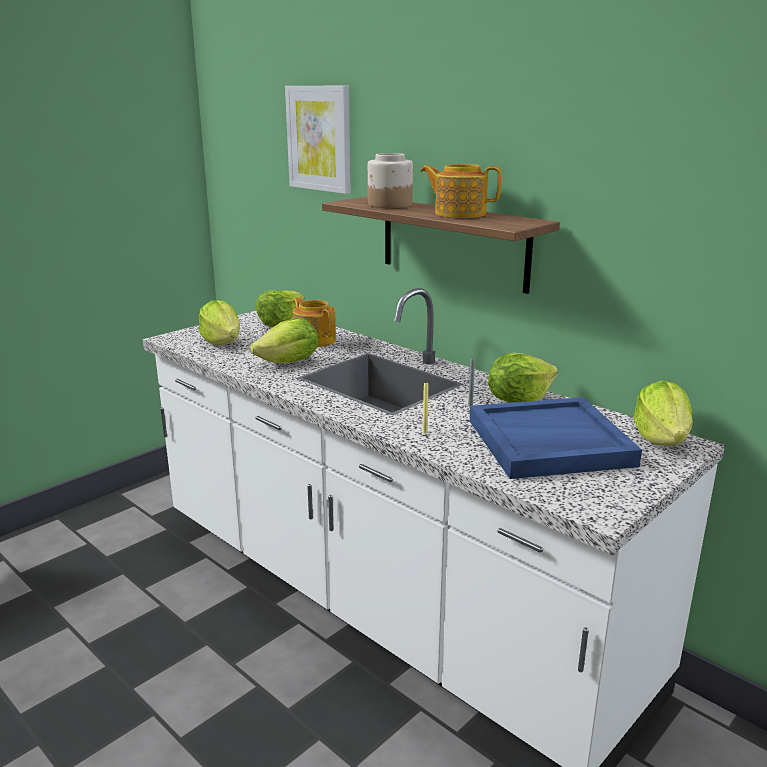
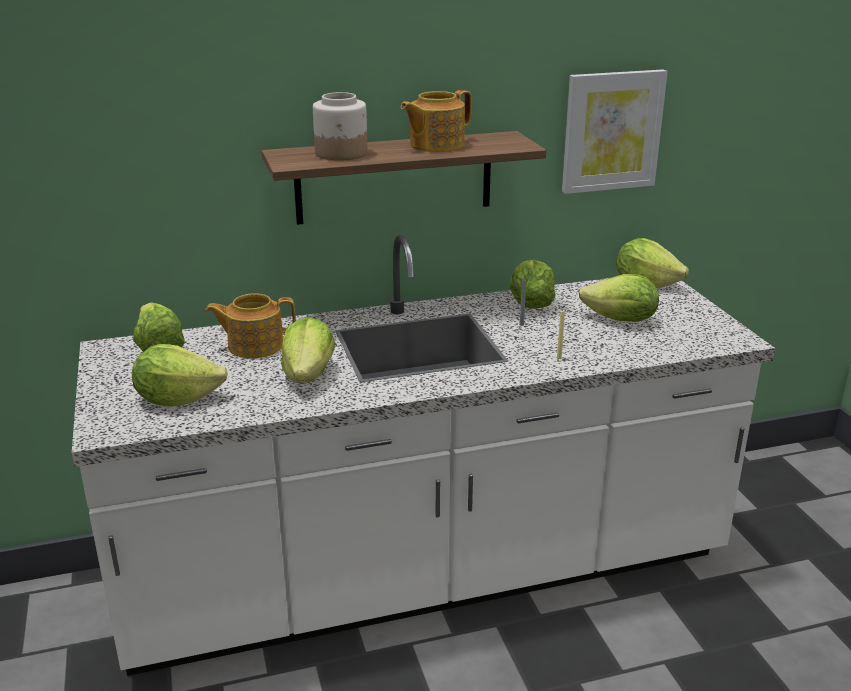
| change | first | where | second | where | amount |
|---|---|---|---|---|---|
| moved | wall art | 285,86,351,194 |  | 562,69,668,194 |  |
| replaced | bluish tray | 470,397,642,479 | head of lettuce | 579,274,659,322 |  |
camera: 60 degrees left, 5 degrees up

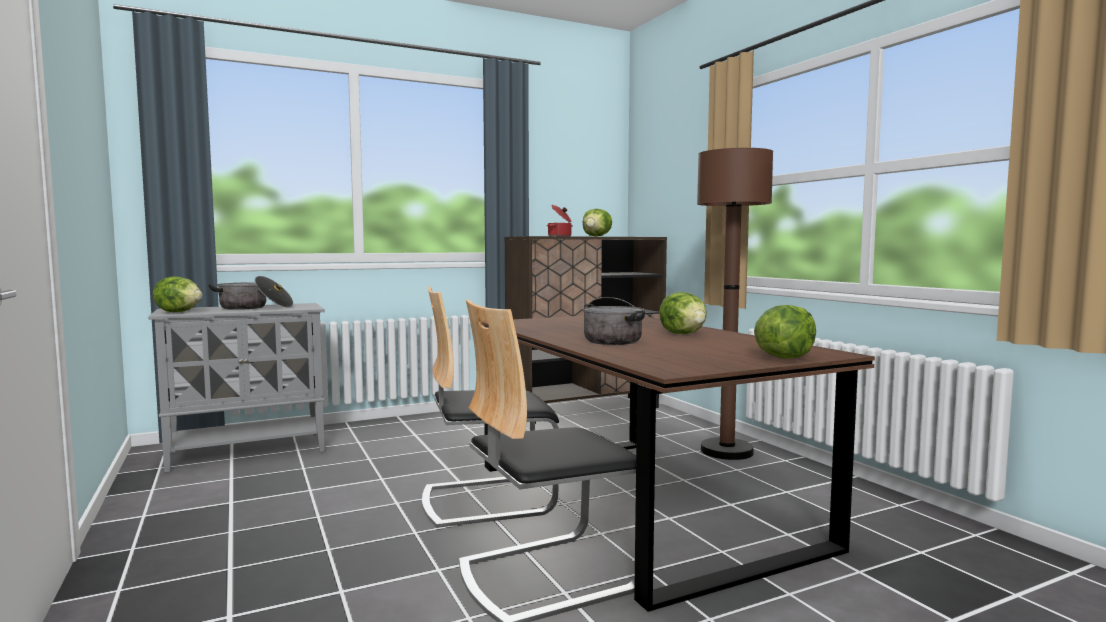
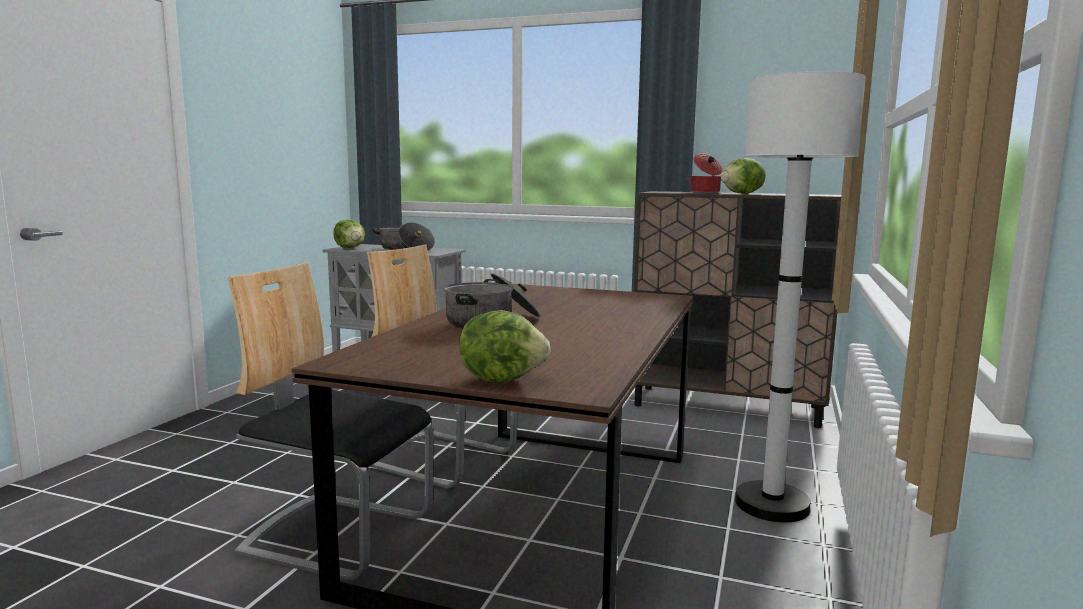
| change | first | where | second | where | amount |
|---|---|---|---|---|---|
| recoloured | brown-coloured floor lamp | 697,148,773,460 | white floor lamp | 735,71,866,522 |  |
| removed | head of lettuce | 659,292,707,334 |  |  |  |
camera: 45 degrees right, 5 degrees up

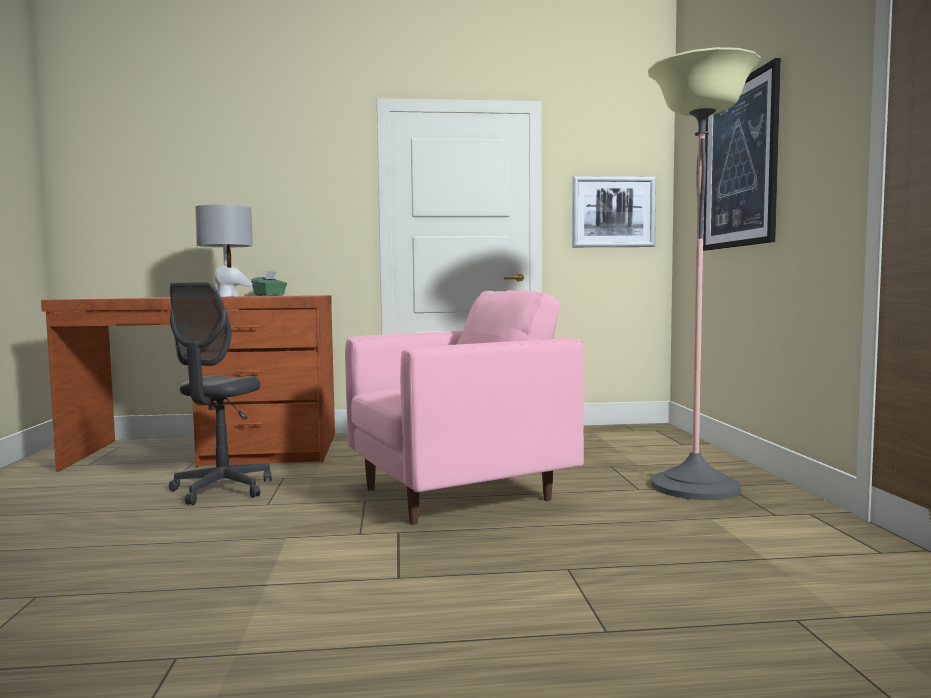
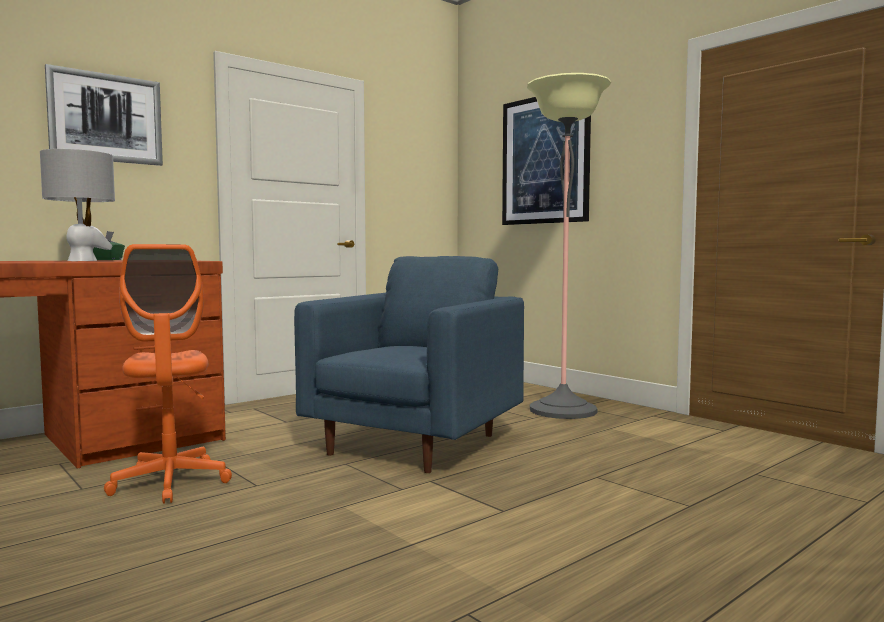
| change | first | where | second | where | amount |
|---|---|---|---|---|---|
| moved | wall art | 572,176,656,247 |  | 45,64,163,166 |  |
| recoloured | greyish office chair | 169,282,272,505 | orange office chair | 104,244,232,504 |  |
| recoloured | pink easy chair | 345,290,584,525 | bluish easy chair | 294,256,524,473 |  |
camera: 35 degrees left, 0 degrees up

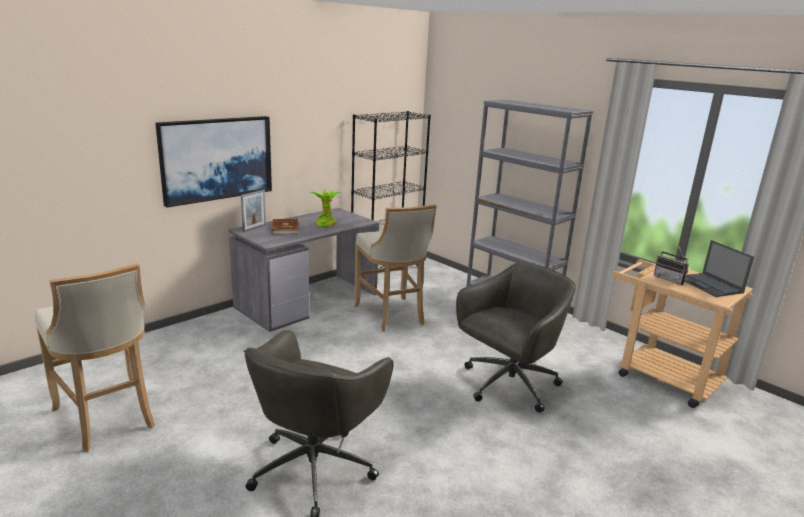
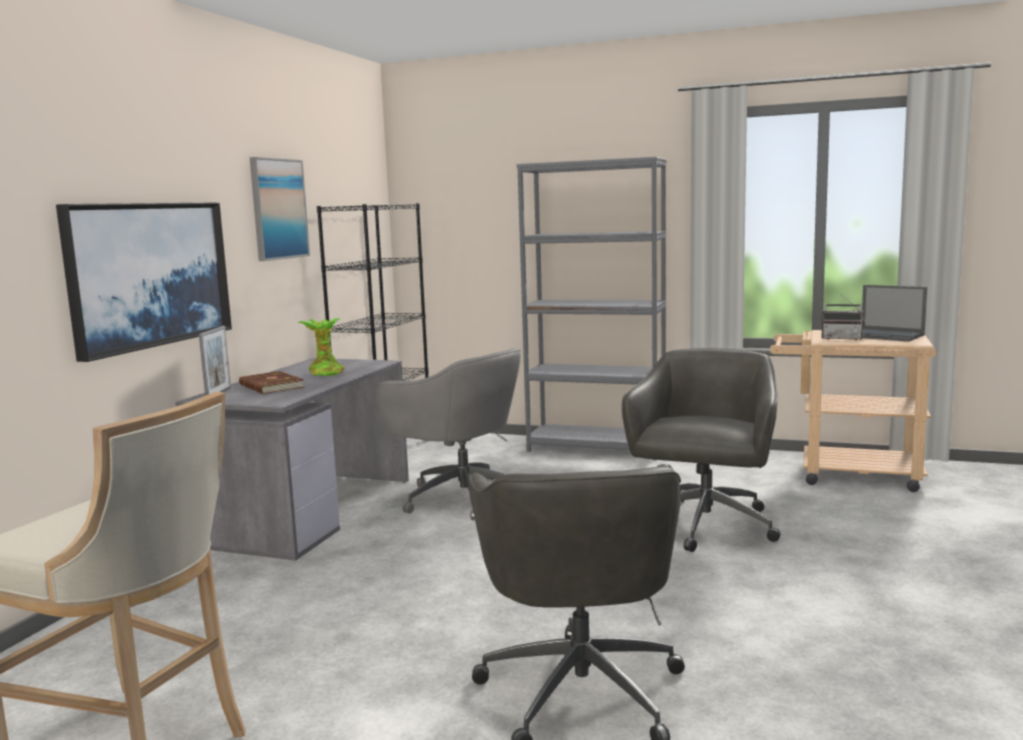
| change | first | where | second | where | amount |
|---|---|---|---|---|---|
| replaced | beige-coloured stool seat | 353,204,437,332 | greyish office chair | 376,348,521,520 |  |
| added |  |  | wall art | 250,157,310,261 |  |
camera: 25 degrees left, 10 degrees down

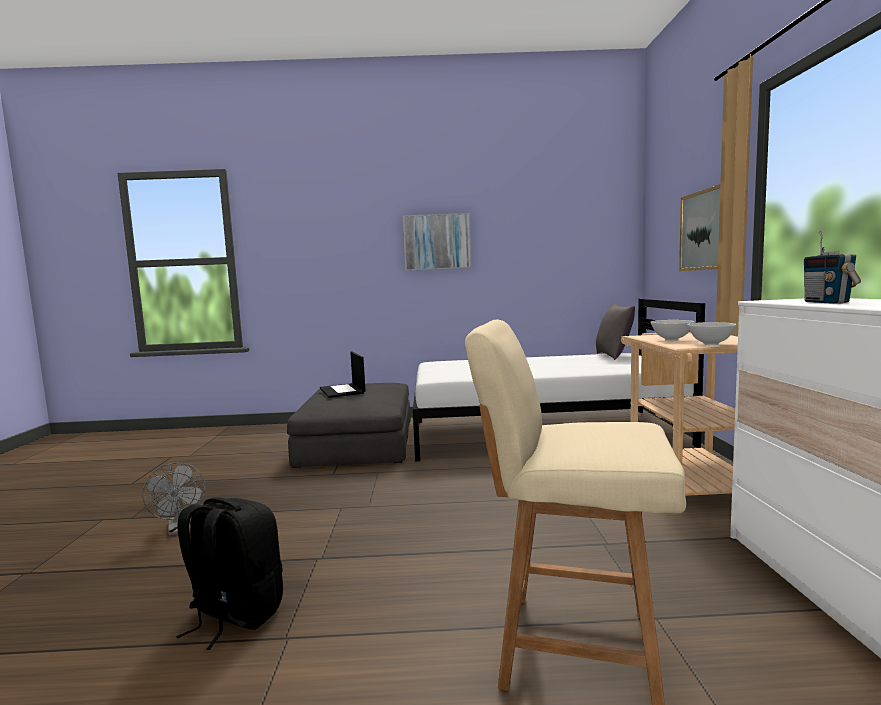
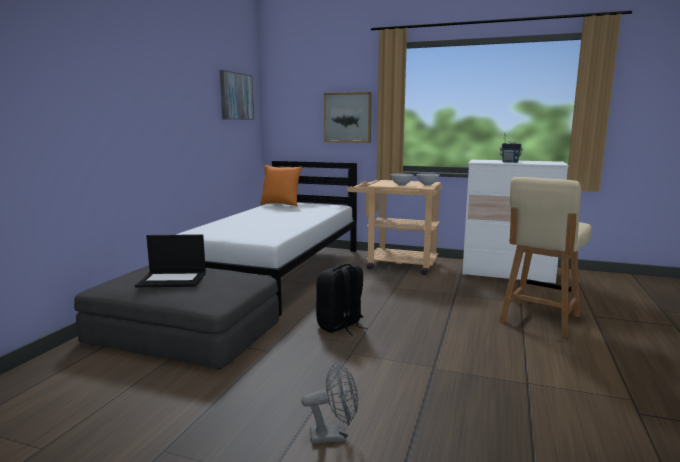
| change | first | where | second | where | amount |
|---|---|---|---|---|---|
| moved | wall art | 403,213,472,271 |  | 220,70,254,120 |  |
| recoloured | greyish throw pillow | 596,303,635,360 | orange throw pillow | 260,165,302,206 |  |
| moved | blackish rucksack | 176,497,283,650 |  | 316,264,368,336 |  |
camera: 70 degrees left, 5 degrees up

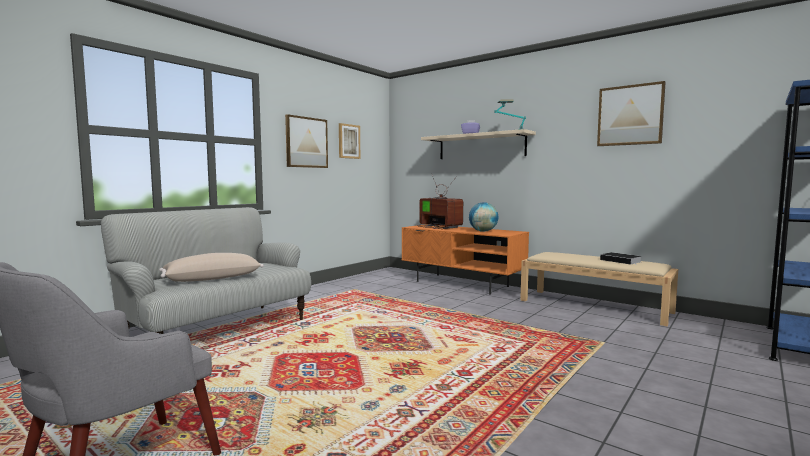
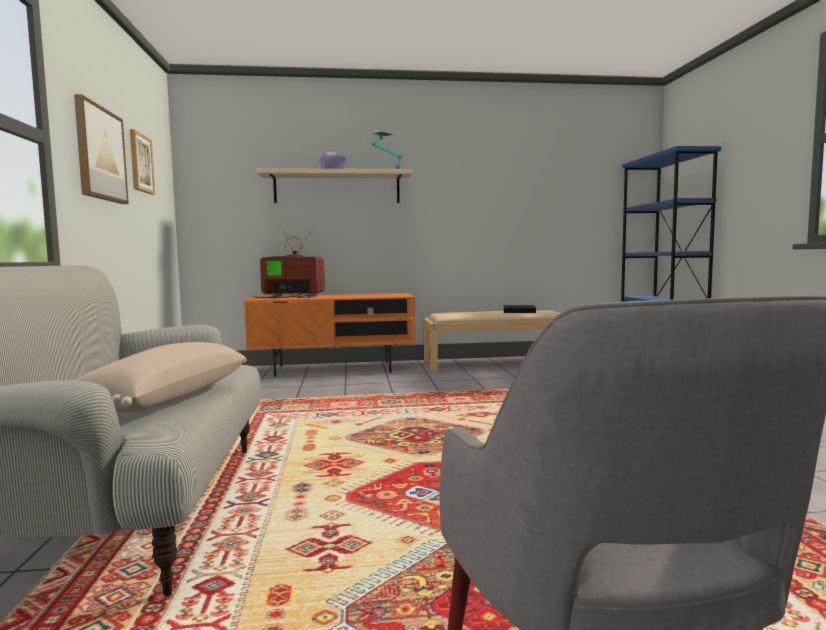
| change | first | where | second | where | amount |
|---|---|---|---|---|---|
| removed | wall art | 597,81,666,146 |  |  |  |
| removed | desk globe | 469,202,498,232 |  |  |  |
camera: 45 degrees left, 0 degrees up

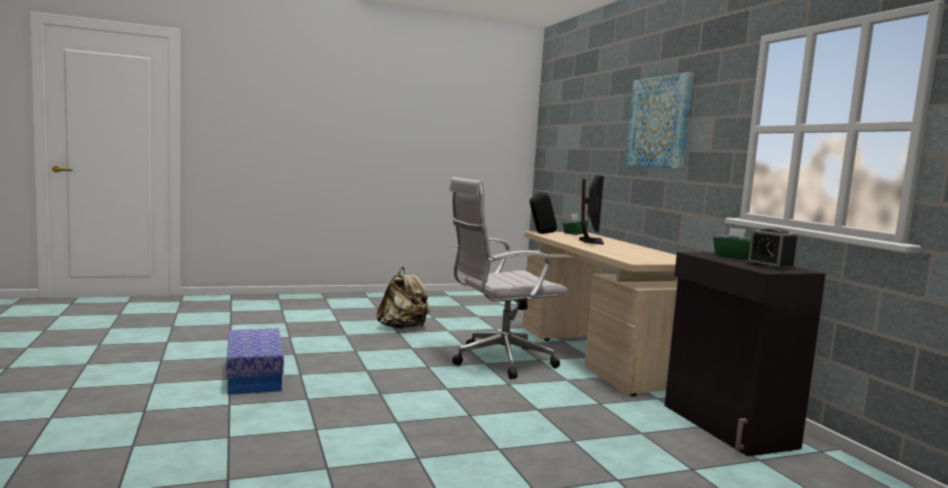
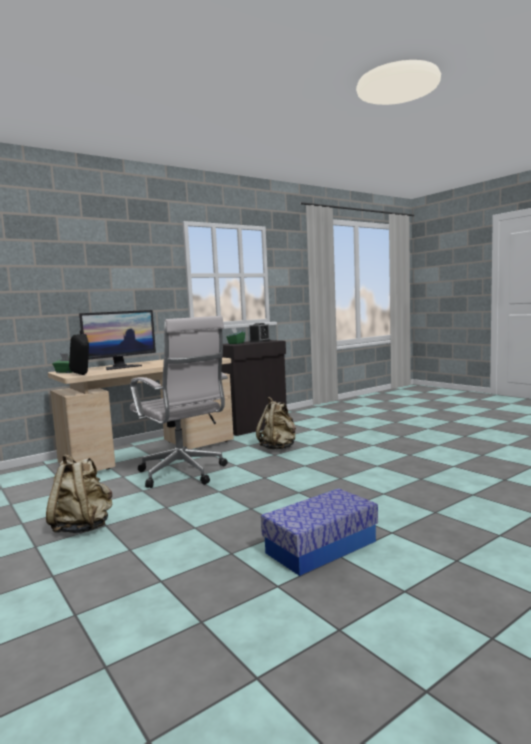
| change | first | where | second | where | amount |
|---|---|---|---|---|---|
| removed | wall art | 626,72,694,169 |  |  |  |
| turned | monitor | 579,174,604,245 |  | 79,310,156,370 | 150 degrees clockwise |
| added |  |  | beige-coloured rucksack | 256,397,296,449 |  |
camera: 105 degrees left, 0 degrees up

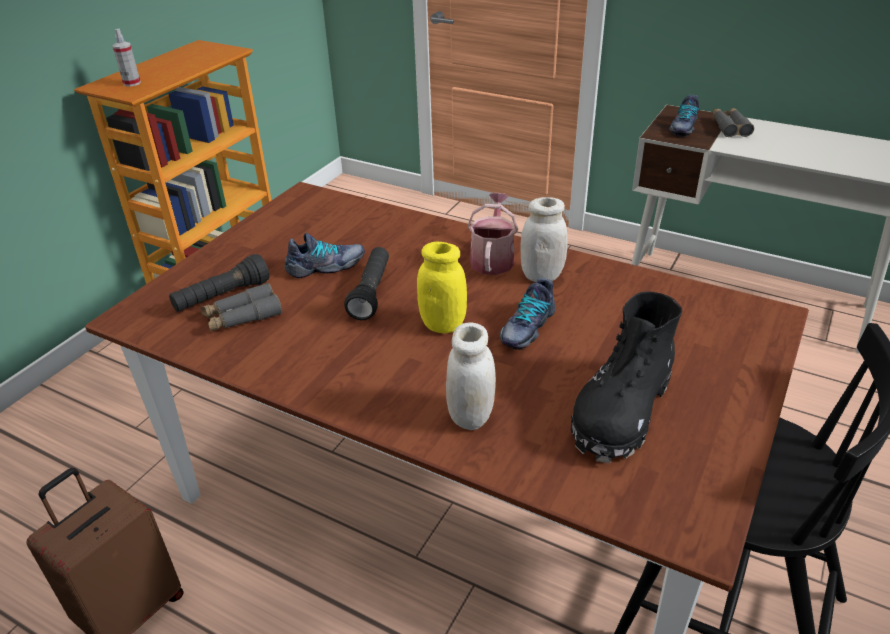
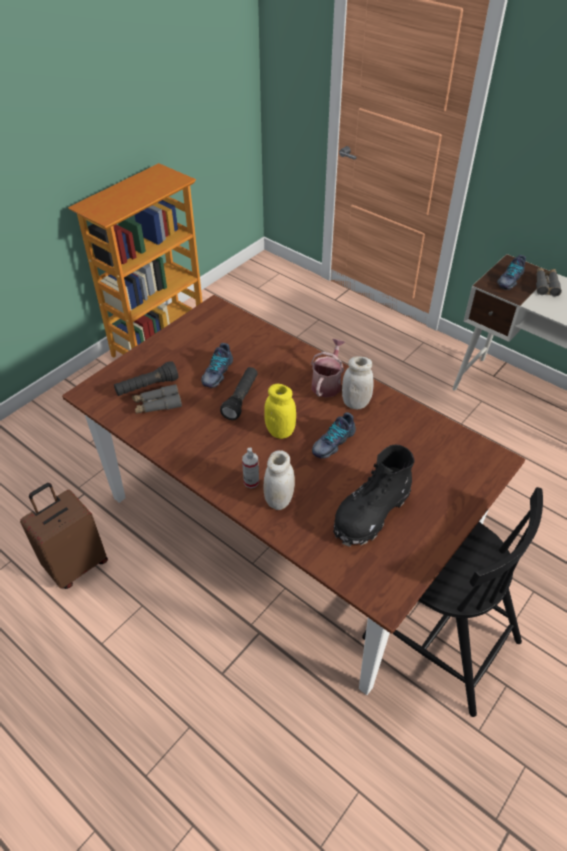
| change | first | where | second | where | amount |
|---|---|---|---|---|---|
| moved | spray bottle | 112,29,141,87 |  | 242,448,259,488 |  |
| turned | item of footwear | 285,233,365,278 |  | 201,343,233,388 | 120 degrees clockwise |
camera: 10 degrees right, 10 degrees up

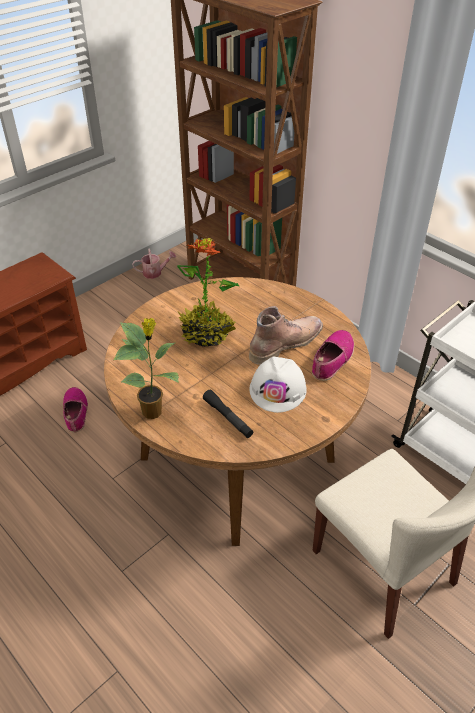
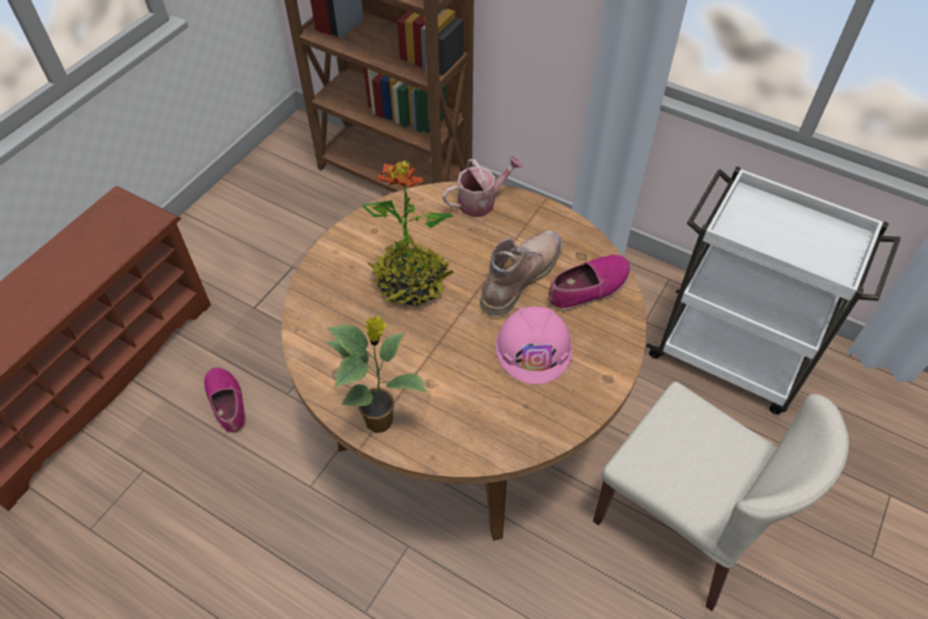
| change | first | where | second | where | amount |
|---|---|---|---|---|---|
| moved | sprinkling can | 132,248,176,279 |  | 442,156,523,217 |  |
| turned | item of footwear | 312,330,354,381 |  | 548,255,630,311 | 45 degrees clockwise |
| recoloured | white safety helmet | 249,357,307,413 | pink safety helmet | 496,307,573,384 |  |
| removed | blackish flashlight | 203,390,253,438 |  |  |  |
camera: 15 degrees left, 10 degrees up

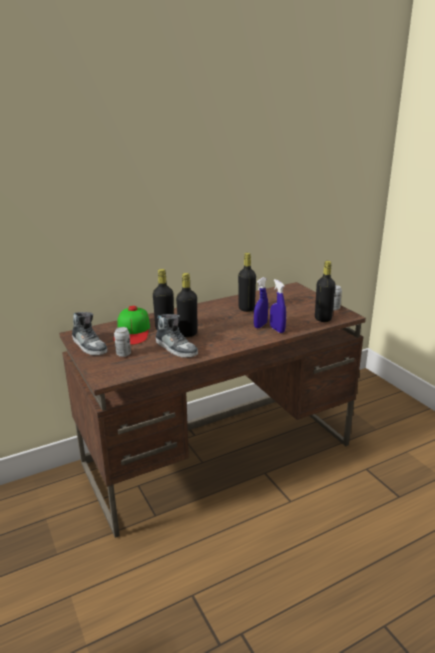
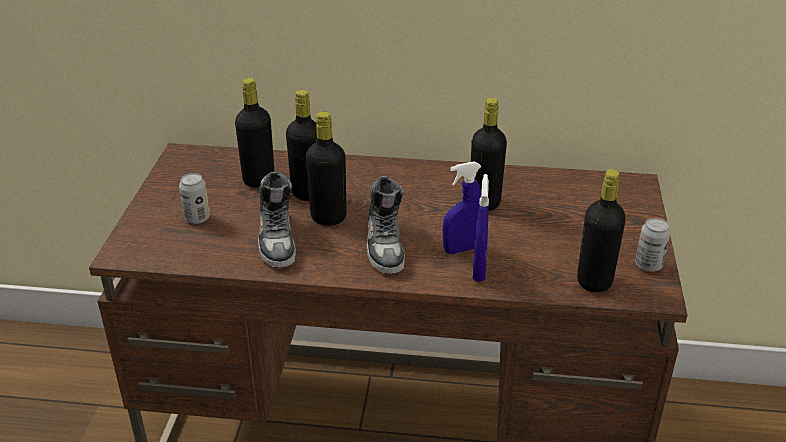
| change | first | where | second | where | amount |
|---|---|---|---|---|---|
| replaced | peaked cap | 113,306,150,345 | blackish drink bottle | 235,78,275,188 |  |
| moved | item of footwear | 72,312,107,355 |  | 367,176,405,274 |  |
camera: 35 degrees right, 10 degrees up

